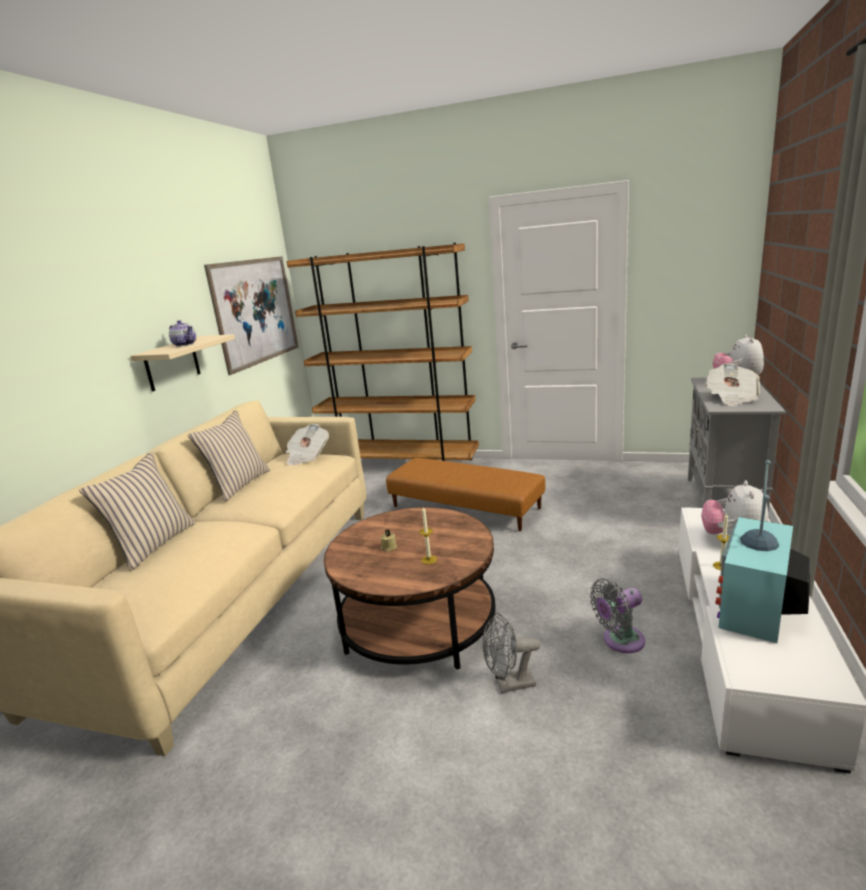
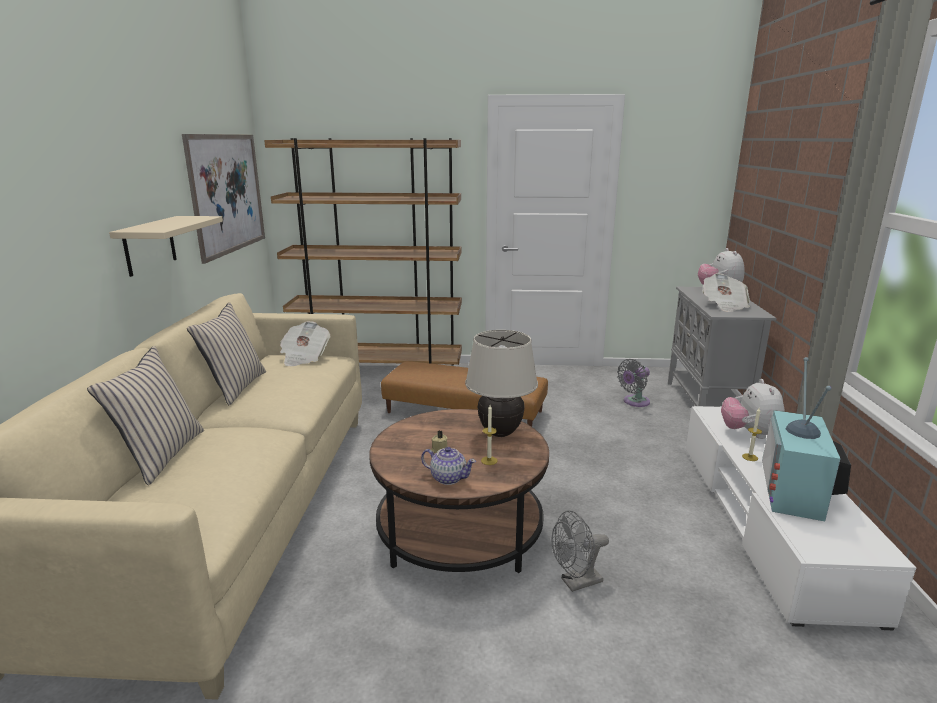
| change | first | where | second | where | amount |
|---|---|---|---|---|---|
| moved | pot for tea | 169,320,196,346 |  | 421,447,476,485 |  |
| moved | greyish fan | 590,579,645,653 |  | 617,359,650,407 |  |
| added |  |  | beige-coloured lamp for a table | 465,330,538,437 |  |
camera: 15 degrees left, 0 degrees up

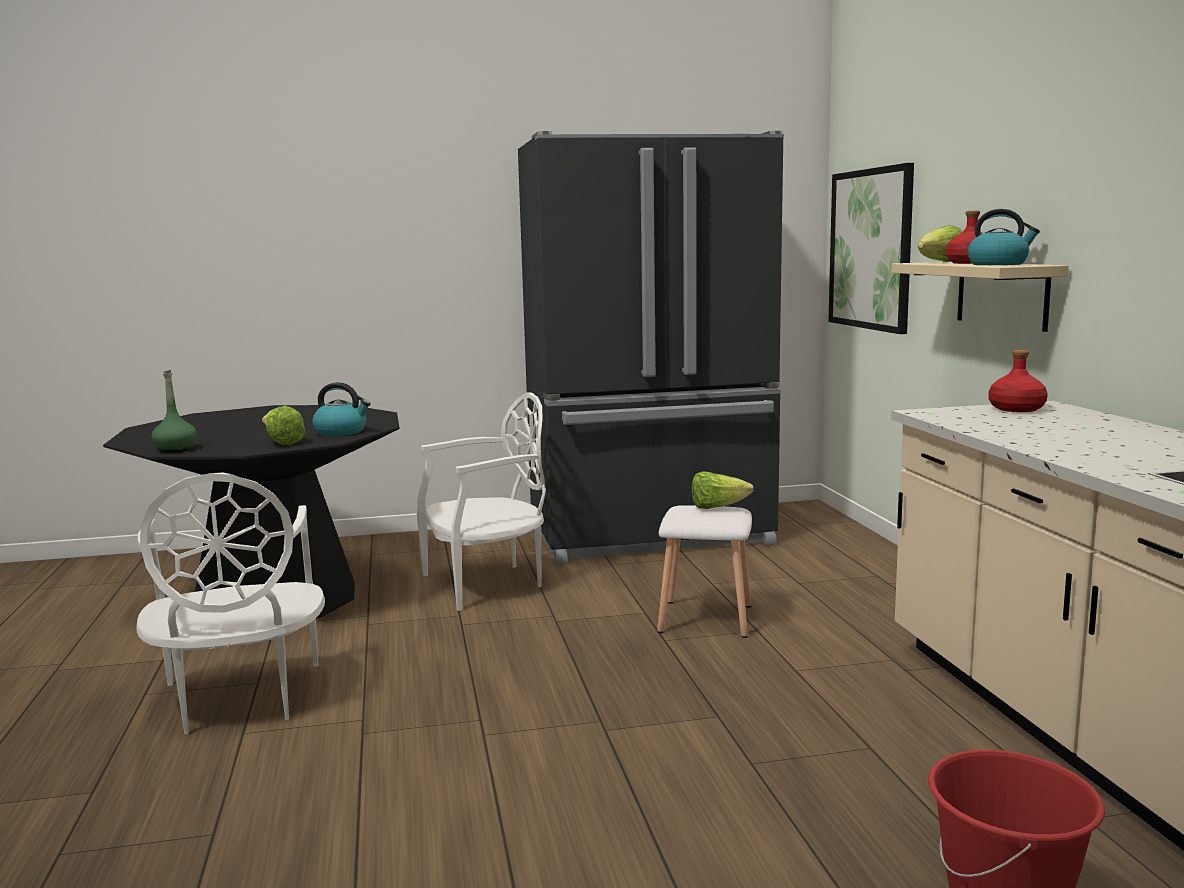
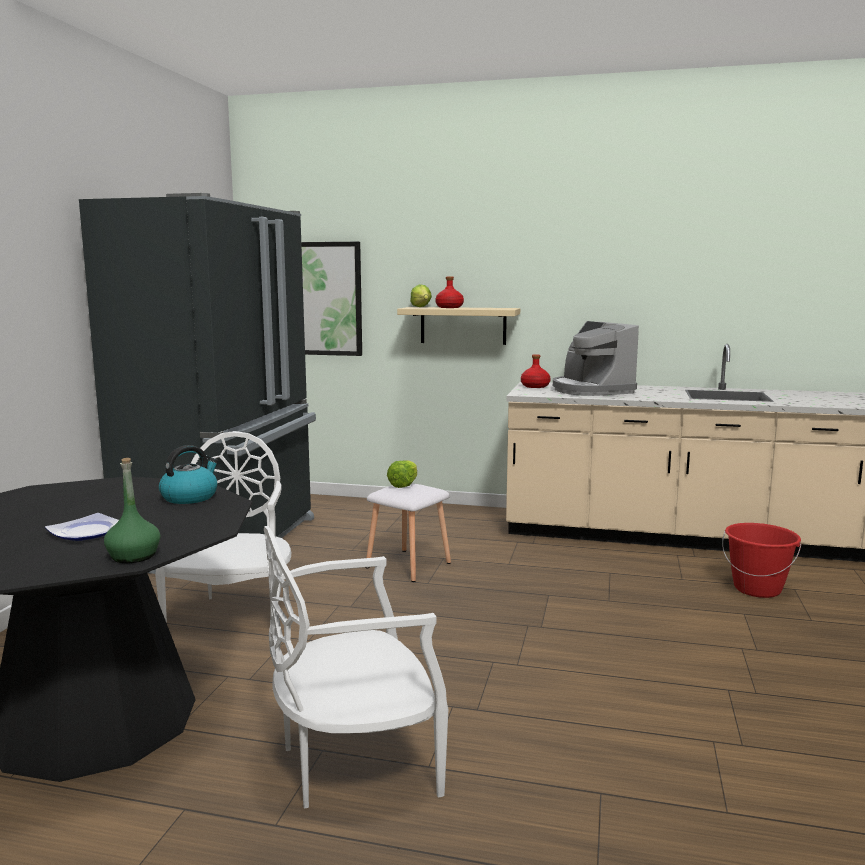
| change | first | where | second | where | amount |
|---|---|---|---|---|---|
| removed | tea kettle | 967,209,1040,265 |  |  |  |
| removed | head of lettuce | 262,406,305,445 |  |  |  |
| turned | white chair | 137,472,325,735 |  | 264,526,448,808 | 150 degrees clockwise |
| added |  |  | coffee maker | 553,321,639,396 |  |
| added |  |  | dinner plate | 45,513,119,541 |  |
camera: 65 degrees left, 0 degrees up

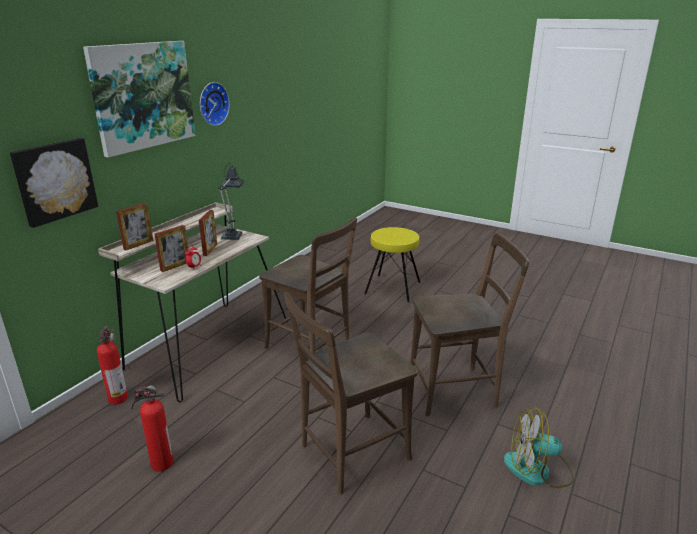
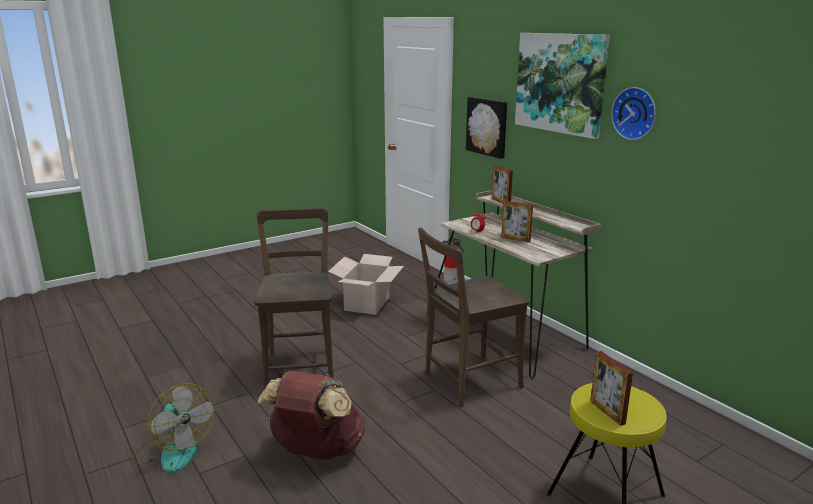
| change | first | where | second | where | amount |
|---|---|---|---|---|---|
| removed | lamp for a table | 219,163,244,240 |  |  |  |
| moved | standing frame | 154,225,188,272 |  | 590,351,633,426 |  |
| replaced | brown-coloured chair | 410,233,529,416 | brown-coloured rucksack | 258,371,365,460 |  |
| replaced | extinguisher | 132,385,173,472 | packing box | 328,254,404,315 |  |
| turned | fan | 504,407,574,488 |  | 132,383,215,474 | 105 degrees clockwise |
camera: 115 degrees right, 5 degrees down

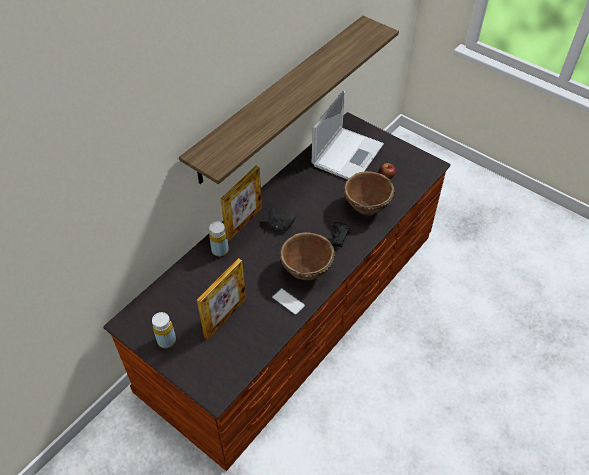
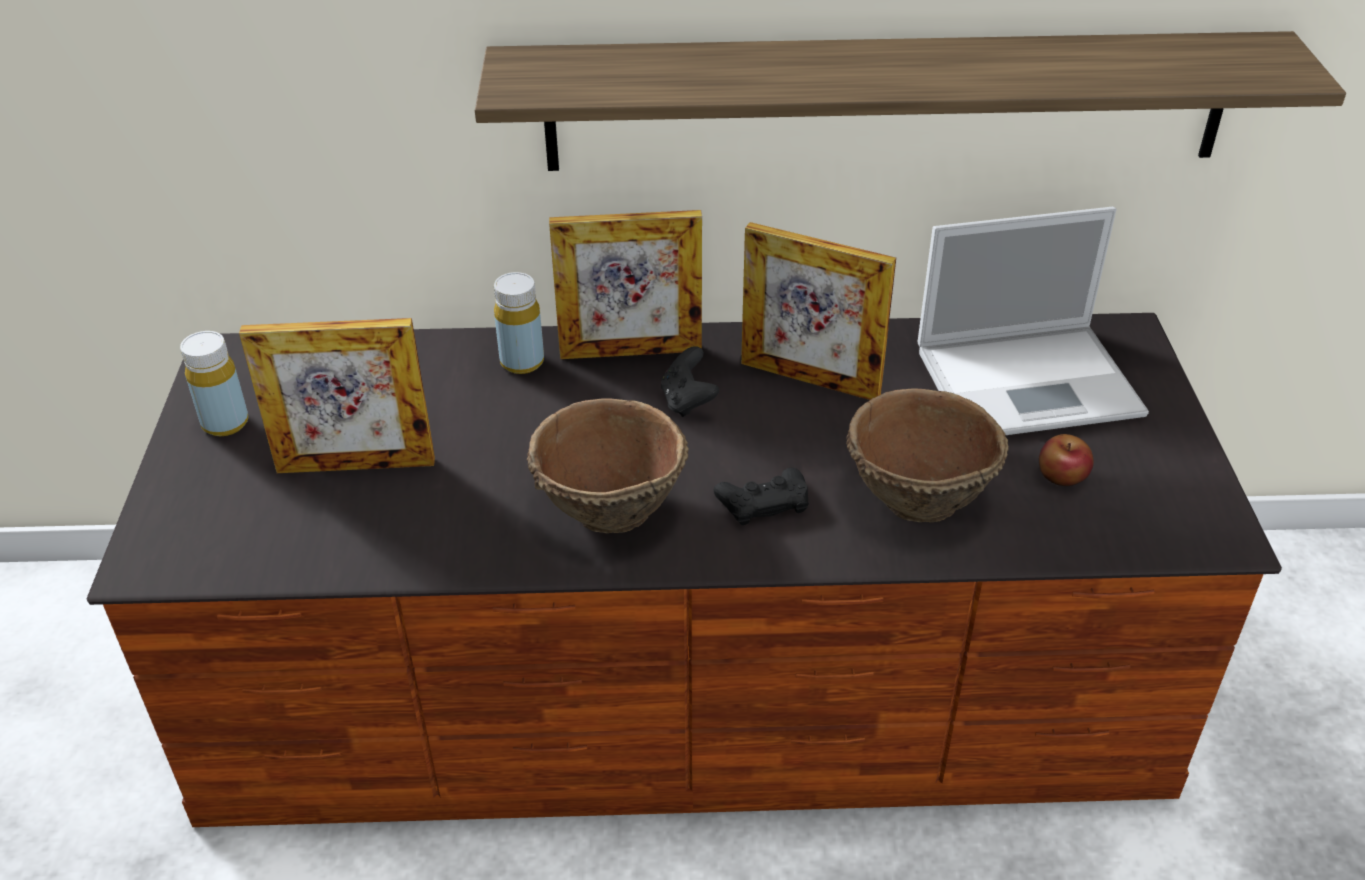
| change | first | where | second | where | amount |
|---|---|---|---|---|---|
| removed | phone | 272,288,305,315 |  |  |  |
| added |  |  | standing frame | 741,222,896,400 |  |
camera: 50 degrees right, 10 degrees down

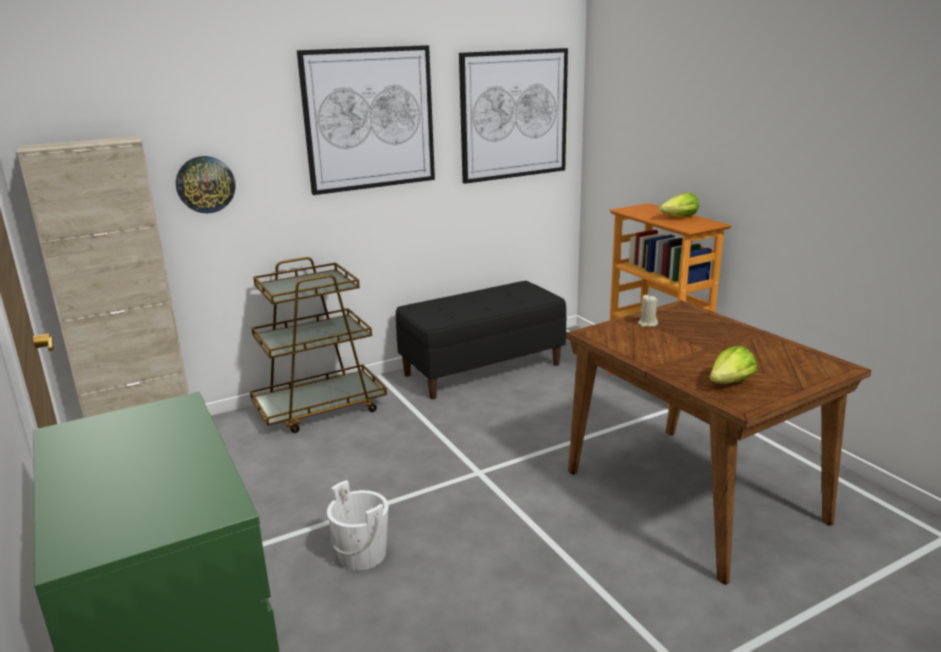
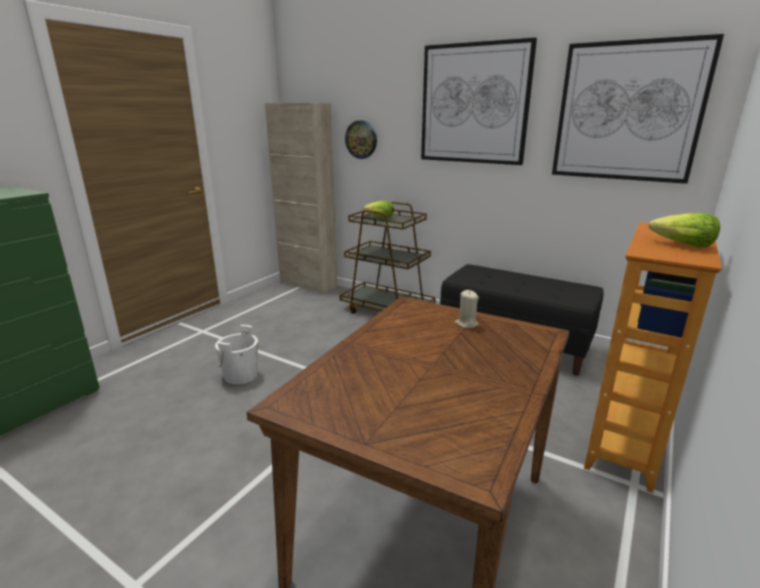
| change | first | where | second | where | amount |
|---|---|---|---|---|---|
| moved | head of lettuce | 709,346,757,384 |  | 364,201,394,218 |  |
camera: 60 degrees right, 0 degrees up

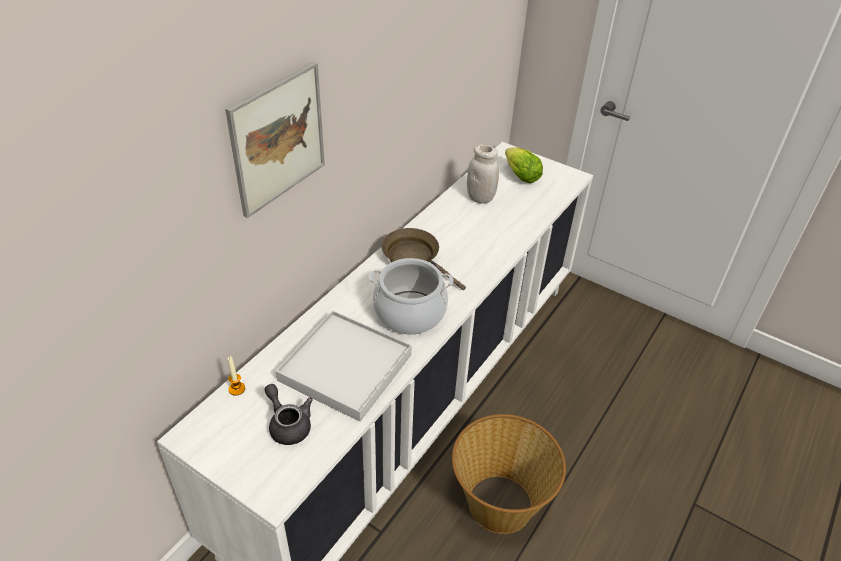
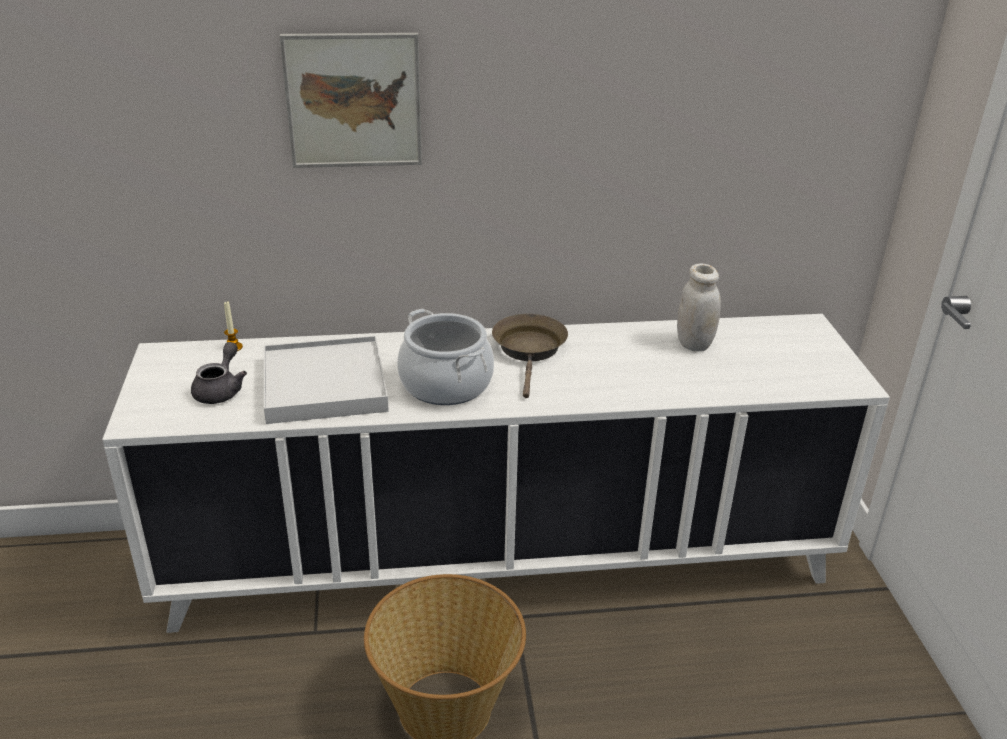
| change | first | where | second | where | amount |
|---|---|---|---|---|---|
| removed | head of lettuce | 505,147,543,183 |  |  |  |
camera: 50 degrees right, 10 degrees down

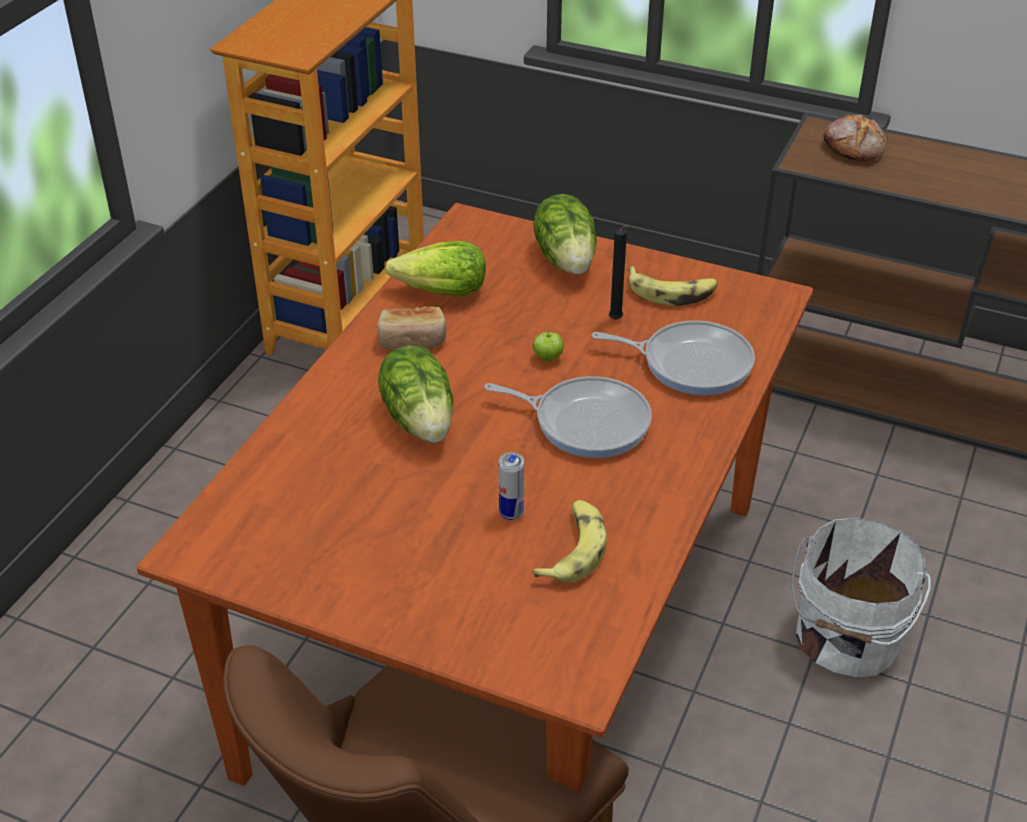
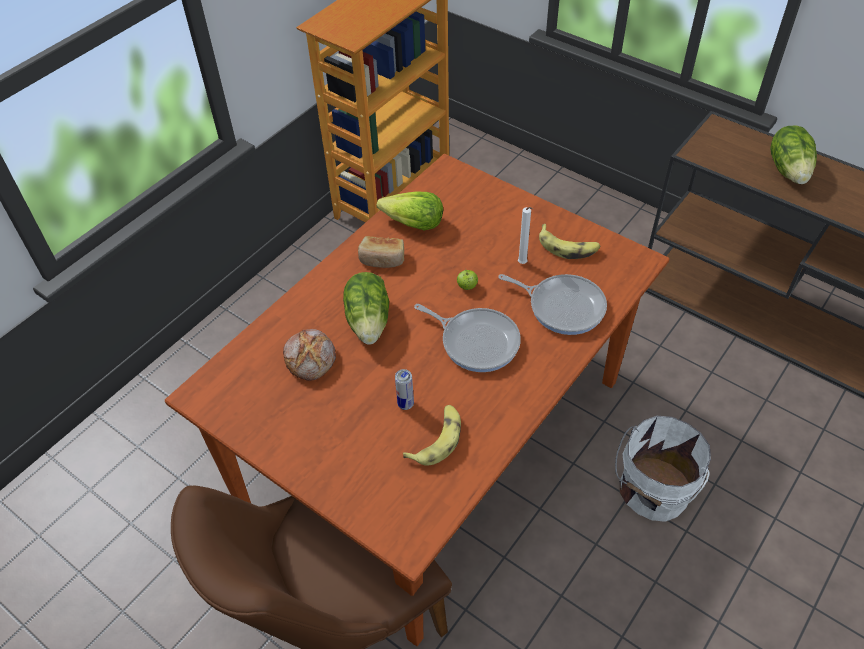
| change | first | where | second | where | amount |
|---|---|---|---|---|---|
| moved | baked bread | 823,114,886,161 |  | 283,329,336,381 |  |
| moved | head of lettuce | 533,194,597,275 |  | 770,125,817,184 |  |
| recoloured | blackish wax candle | 609,225,631,320 | white wax candle | 518,207,533,264 |  |
camera: 15 degrees right, 10 degrees up

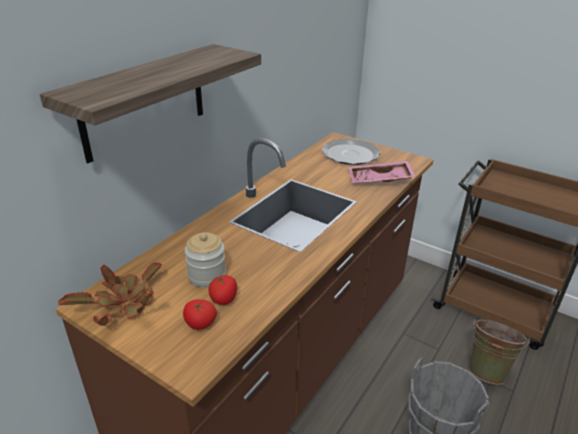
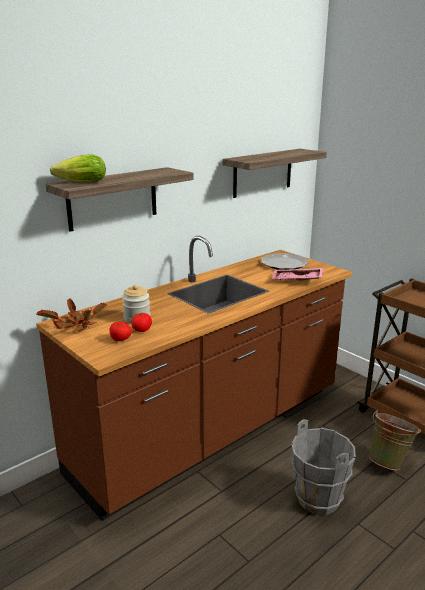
| change | first | where | second | where | amount |
|---|---|---|---|---|---|
| added |  |  | bracket shelf | 223,149,327,198 |  |
| added |  |  | head of lettuce | 50,155,106,182 |  |
camera: 15 degrees right, 10 degrees down

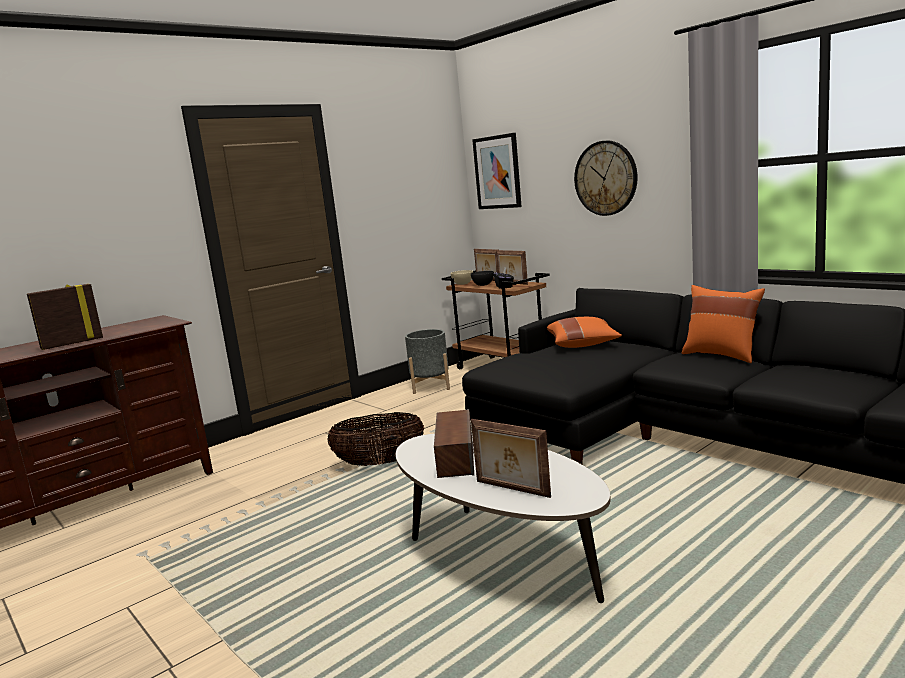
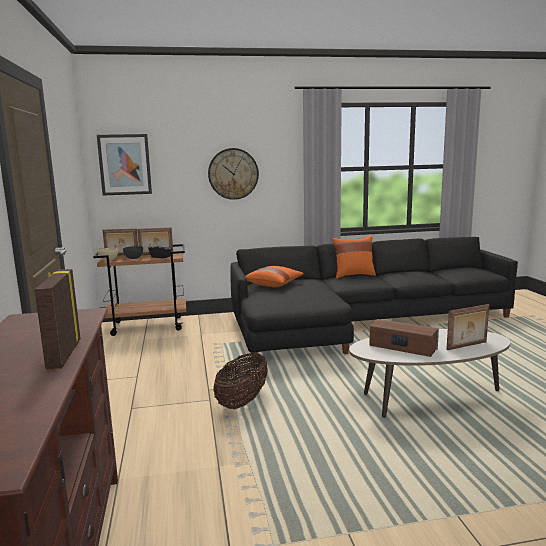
| change | first | where | second | where | amount |
|---|---|---|---|---|---|
| removed | greyish plant pot | 405,329,450,394 |  |  |  |
camera: 60 degrees left, 0 degrees up

